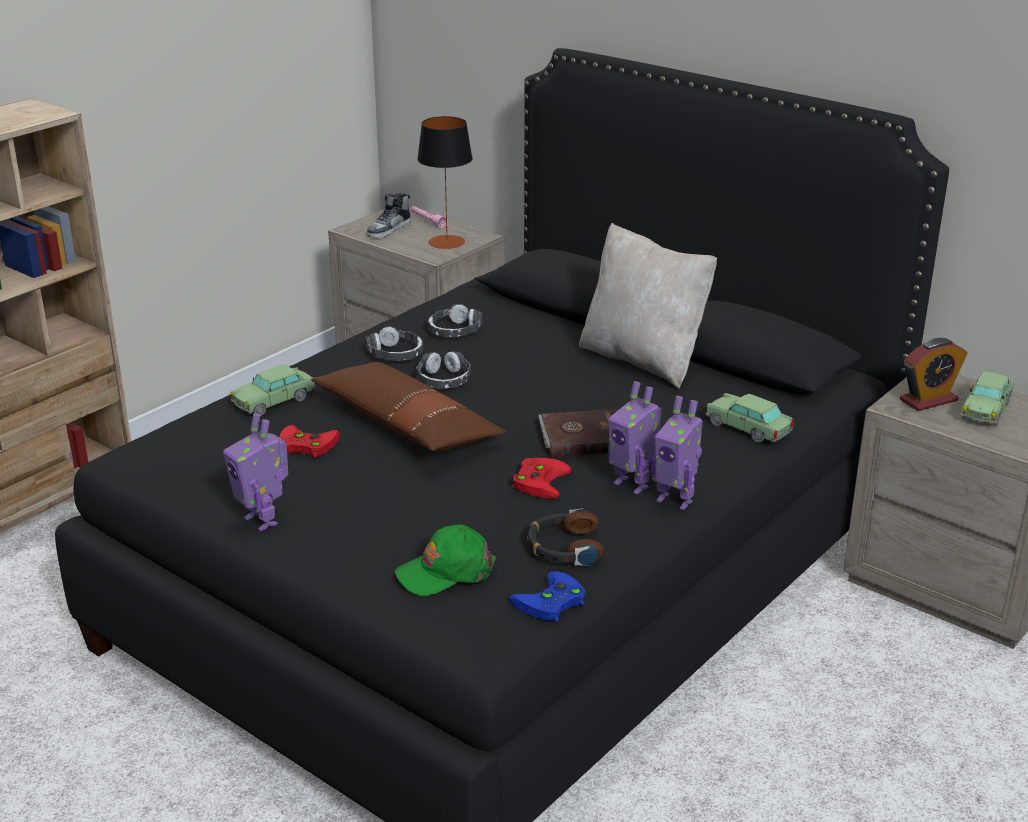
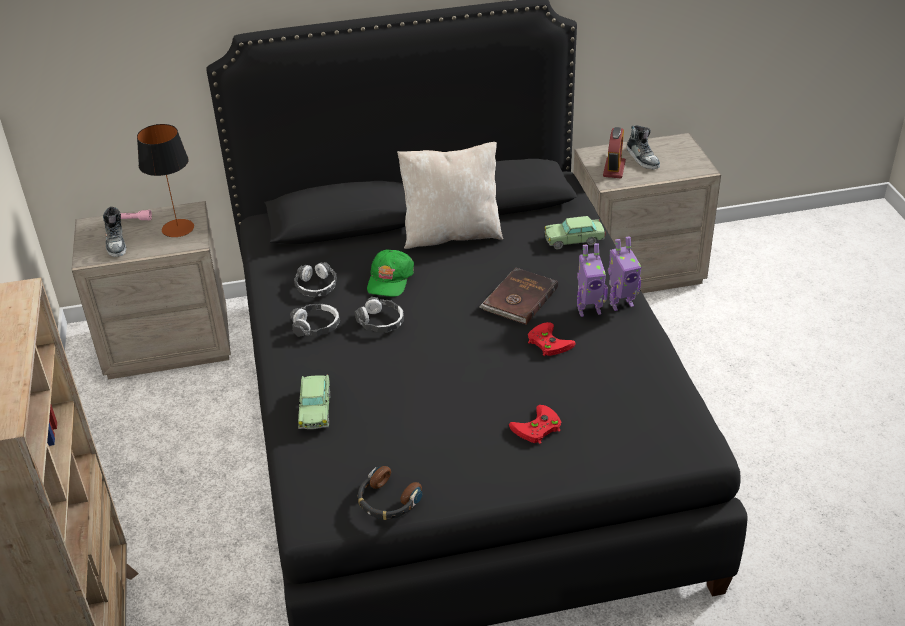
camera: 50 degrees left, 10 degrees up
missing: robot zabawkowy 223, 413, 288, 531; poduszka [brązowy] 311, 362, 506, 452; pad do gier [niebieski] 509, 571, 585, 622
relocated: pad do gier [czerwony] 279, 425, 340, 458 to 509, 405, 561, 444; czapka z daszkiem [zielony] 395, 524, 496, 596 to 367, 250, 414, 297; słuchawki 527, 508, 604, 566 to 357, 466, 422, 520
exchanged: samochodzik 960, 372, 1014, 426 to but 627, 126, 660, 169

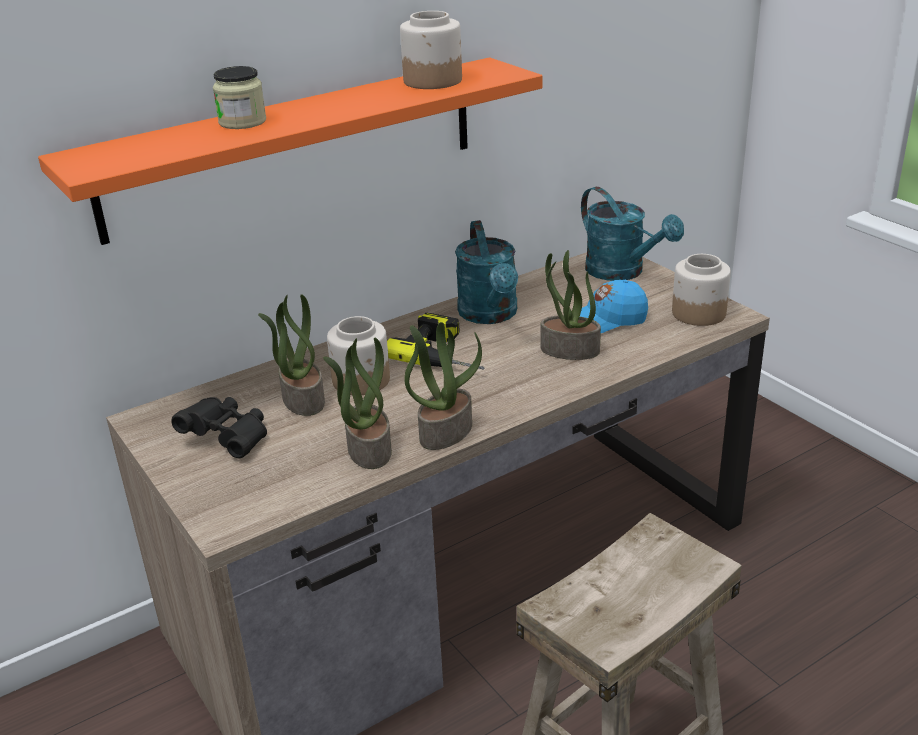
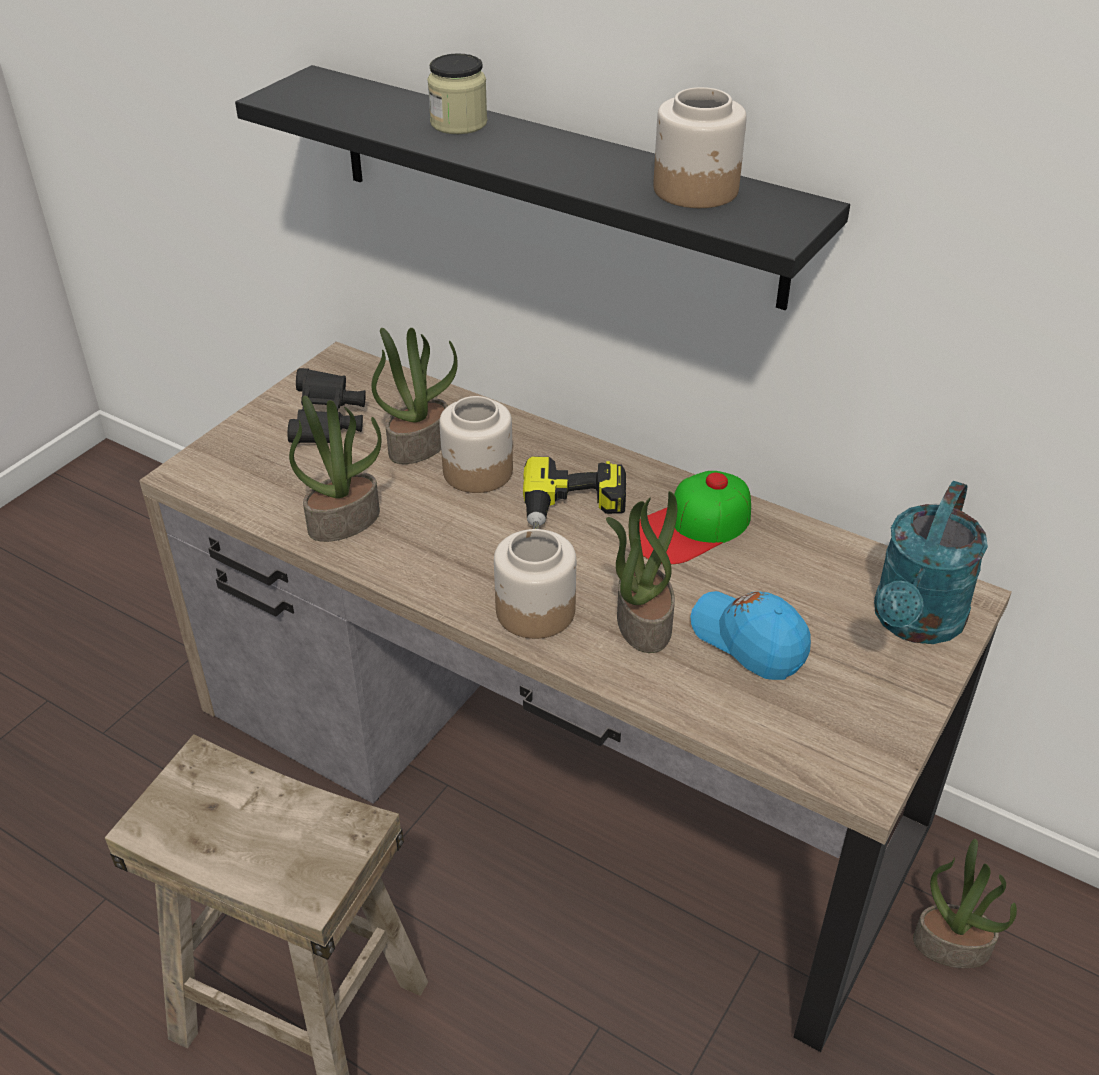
camera: 65 degrees right, 10 degrees up
relocated: roślina doniczkowa 404, 322, 482, 450 to 913, 839, 1017, 968; słoik 672, 254, 731, 326 to 494, 529, 576, 639
exchanged: konewka [turkusowy] 455, 220, 518, 324 to czapka z daszkiem 639, 471, 751, 564
colour: półka [pomarańczowy] 38, 57, 543, 245 to półka [czarny] 235, 65, 850, 310

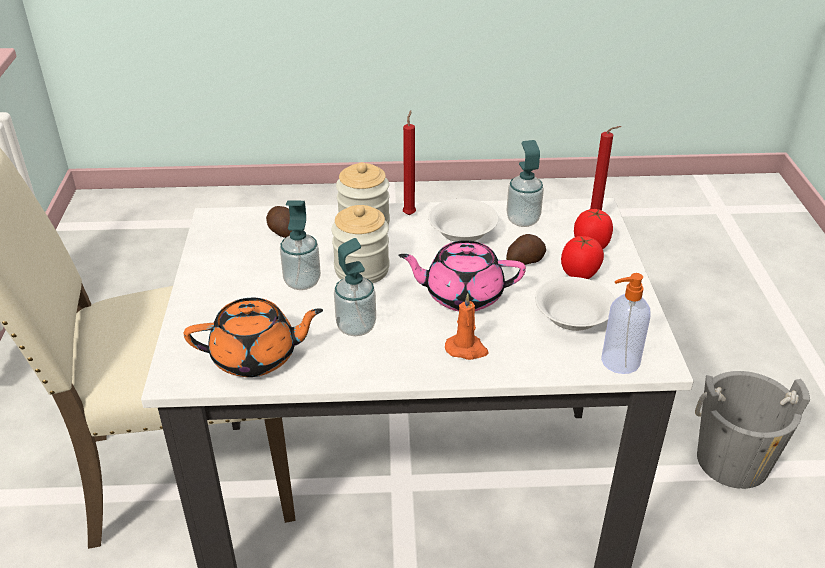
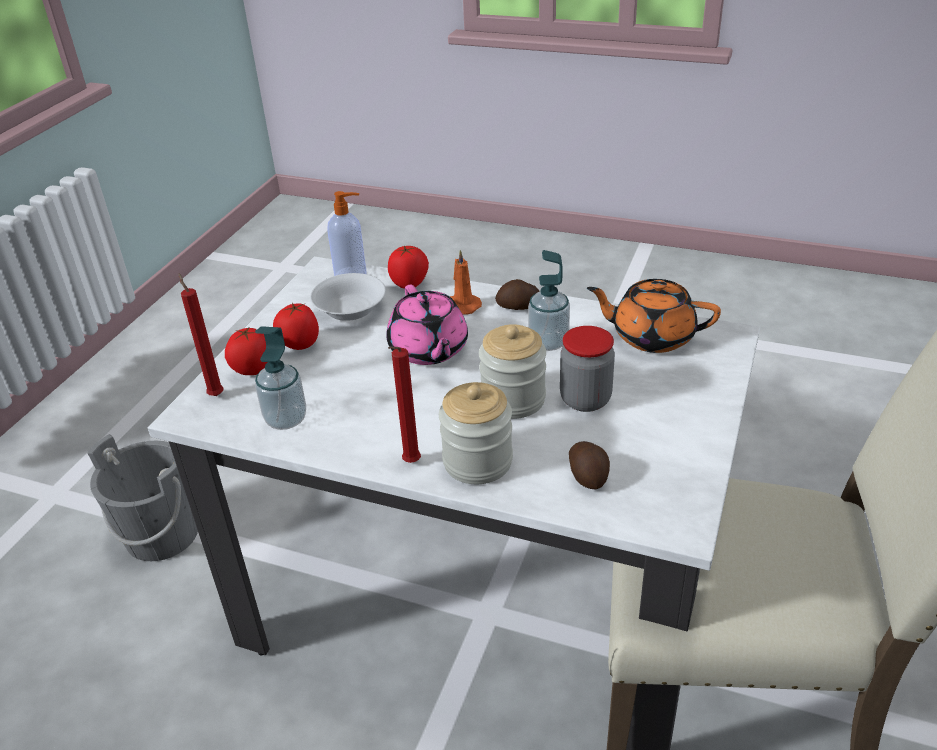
camera: 155 degrees left, 0 degrees up
missing: miska [biały] 428, 199, 499, 242
appeared: pomidor 388, 246, 429, 289
relocated: ziemniak 506, 234, 546, 265 to 495, 279, 540, 310
exchanged: dozownik mydła 280, 200, 321, 290 to słoik 560, 326, 615, 412
spun: imbryk [różowy] 398, 240, 526, 311 = 386, 285, 468, 365 45 degrees clockwise

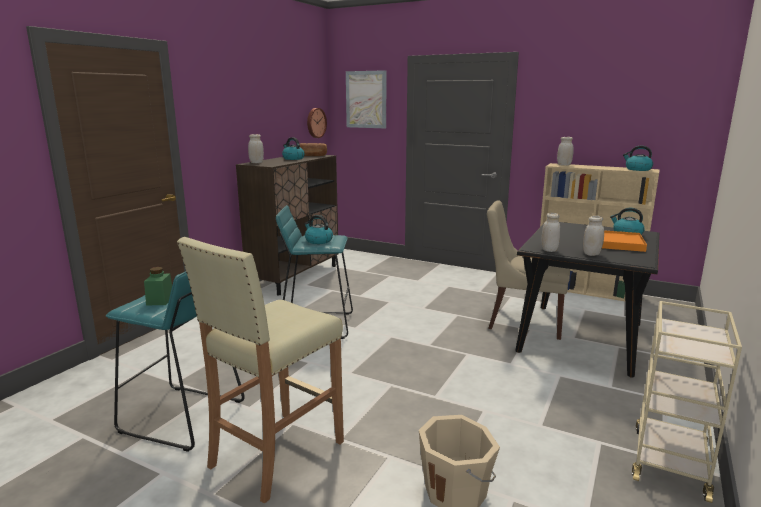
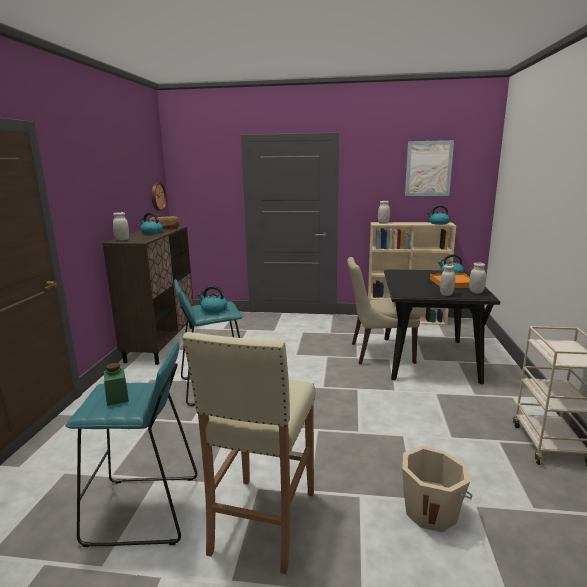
camera: 20 degrees left, 0 degrees up
relocated: obraz 346, 70, 386, 128 to 405, 140, 454, 196; słoik [biały] 541, 213, 560, 252 to 469, 262, 486, 293

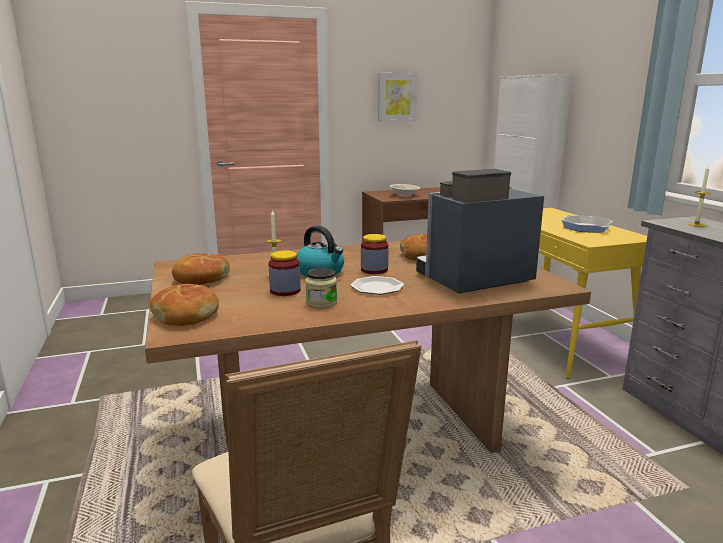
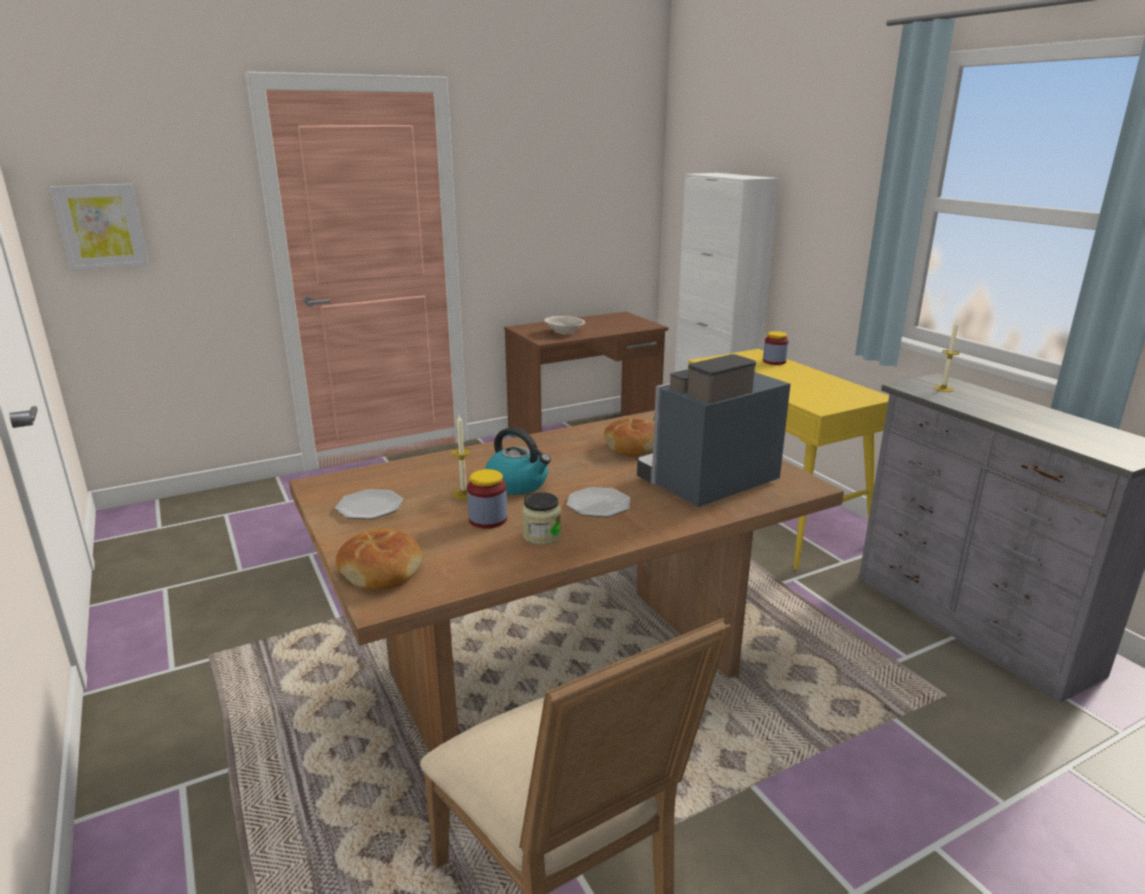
camera: 10 degrees left, 5 degrees up
missing: patelnia 561, 215, 613, 233
relocated: słoik 361, 234, 388, 274 to 763, 331, 788, 365; obraz 378, 73, 418, 122 to 50, 184, 149, 271
exchanged: chleb 172, 253, 230, 285 to talerz 335, 489, 403, 519

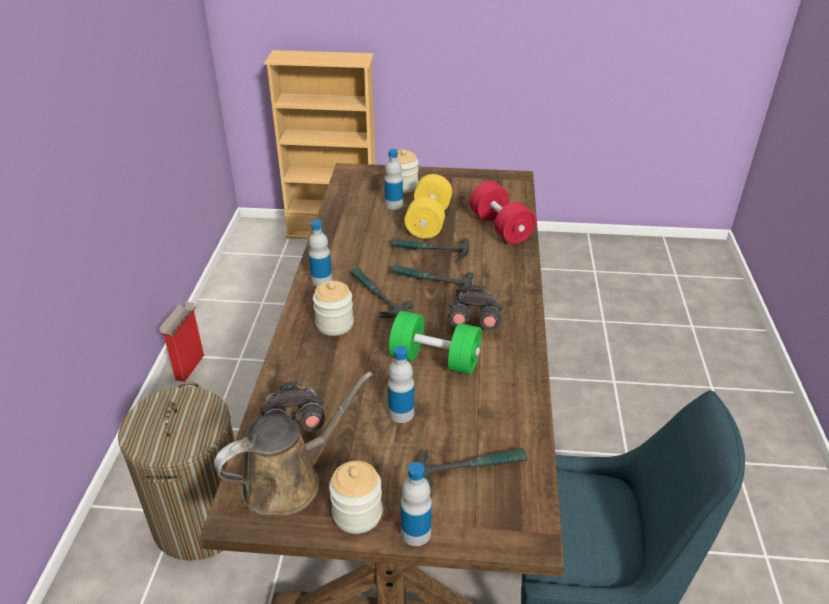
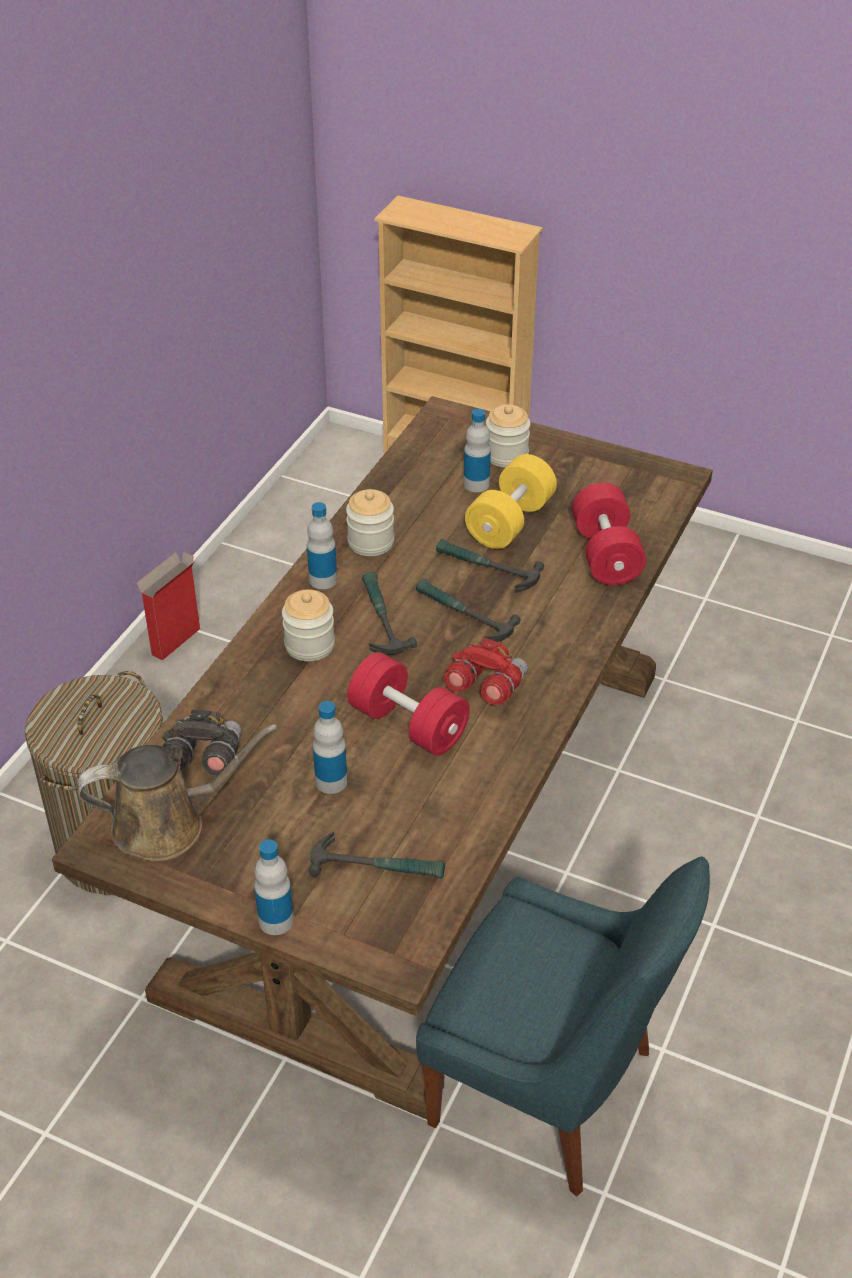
camera: 20 degrees right, 5 degrees up
relocated: słoik 329, 461, 382, 534 to 346, 489, 394, 556
colour: hantel [zielony] 389, 311, 482, 375 to hantel [czerwony] 347, 652, 470, 756; lornetka [szary] 448, 285, 503, 331 to lornetka [czerwony] 444, 638, 528, 705

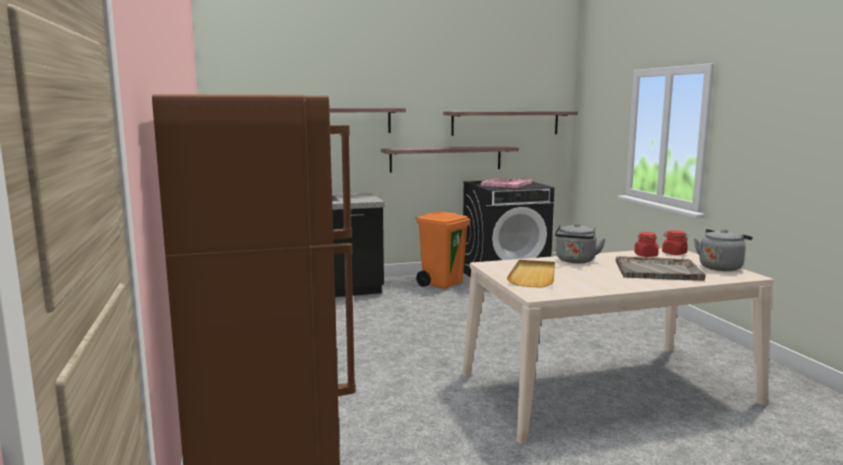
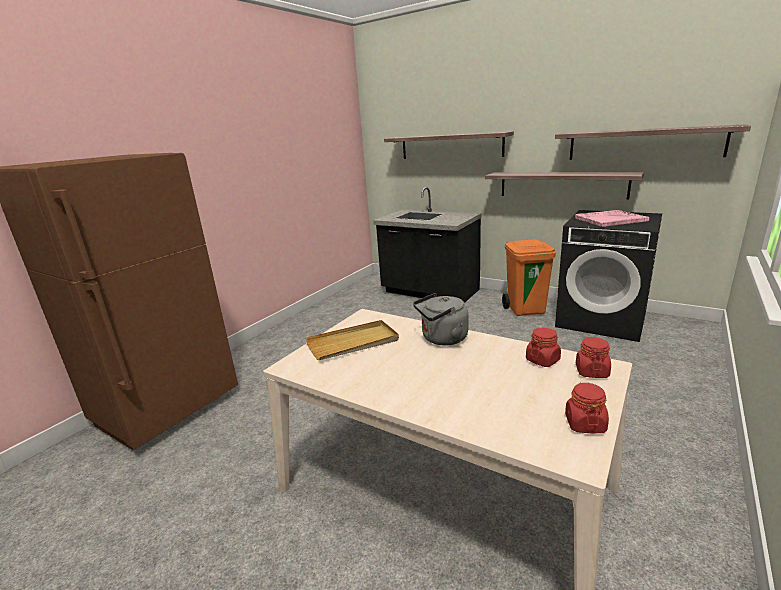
camera: 50 degrees right, 10 degrees up
missing: taca [szary] 616, 256, 706, 281
exchanged: czajnik [szary] 694, 229, 753, 271 to słoik [czerwony] 565, 382, 609, 433

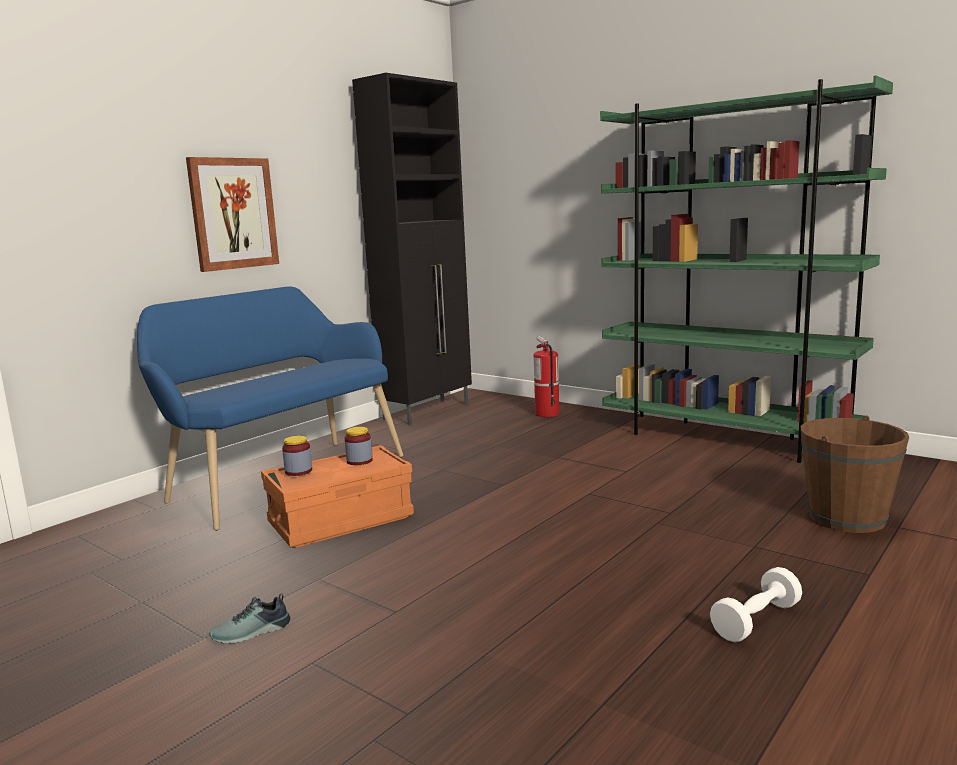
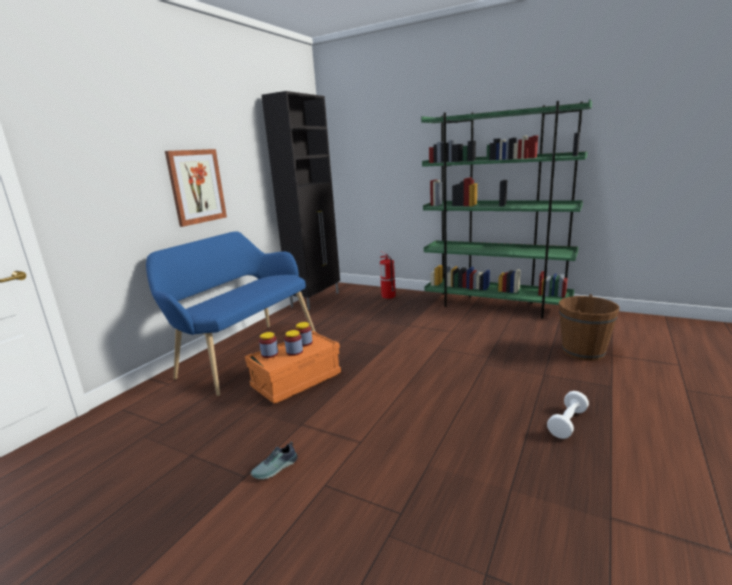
camera: 10 degrees left, 5 degrees up
appeared: słoik 284, 330, 303, 356

